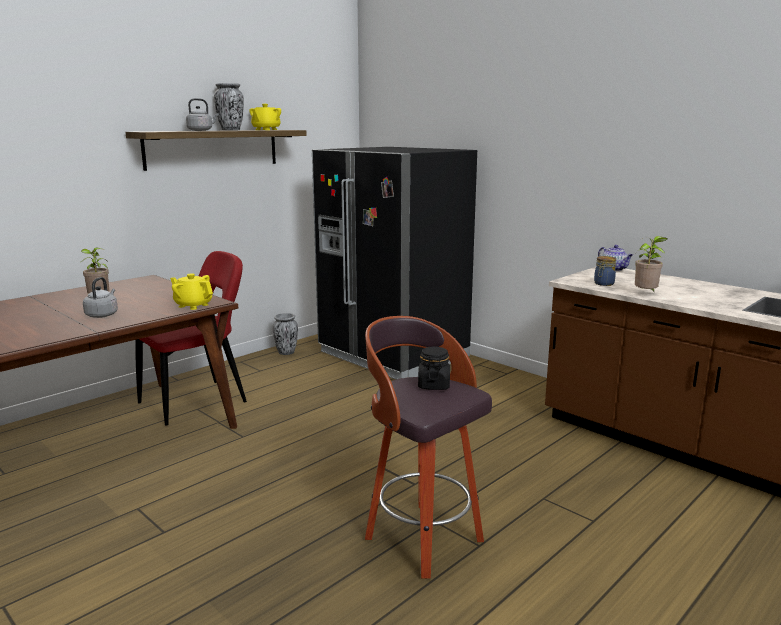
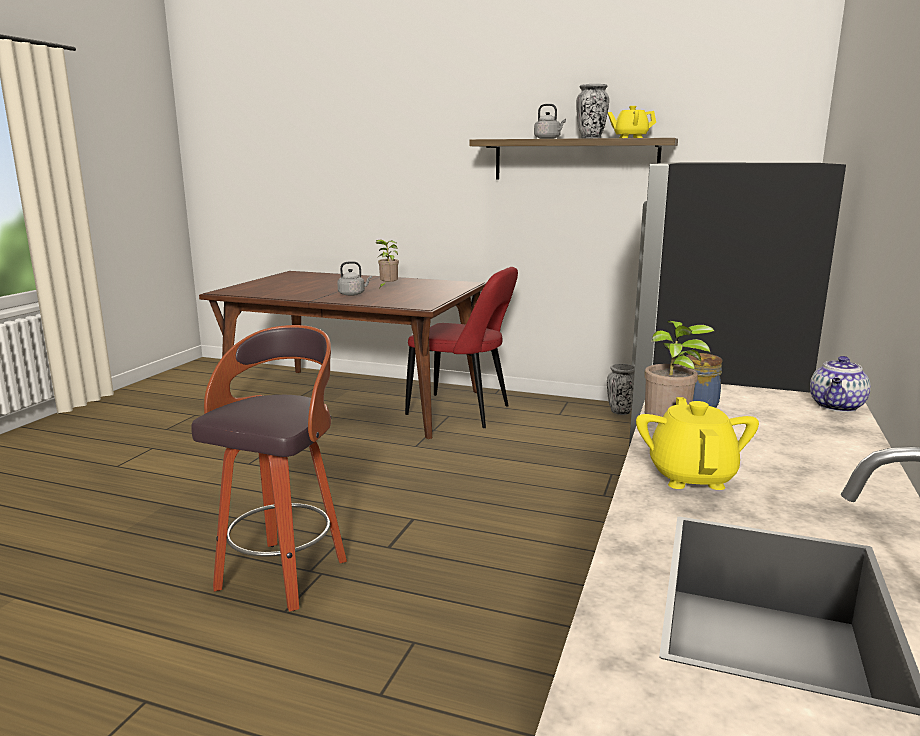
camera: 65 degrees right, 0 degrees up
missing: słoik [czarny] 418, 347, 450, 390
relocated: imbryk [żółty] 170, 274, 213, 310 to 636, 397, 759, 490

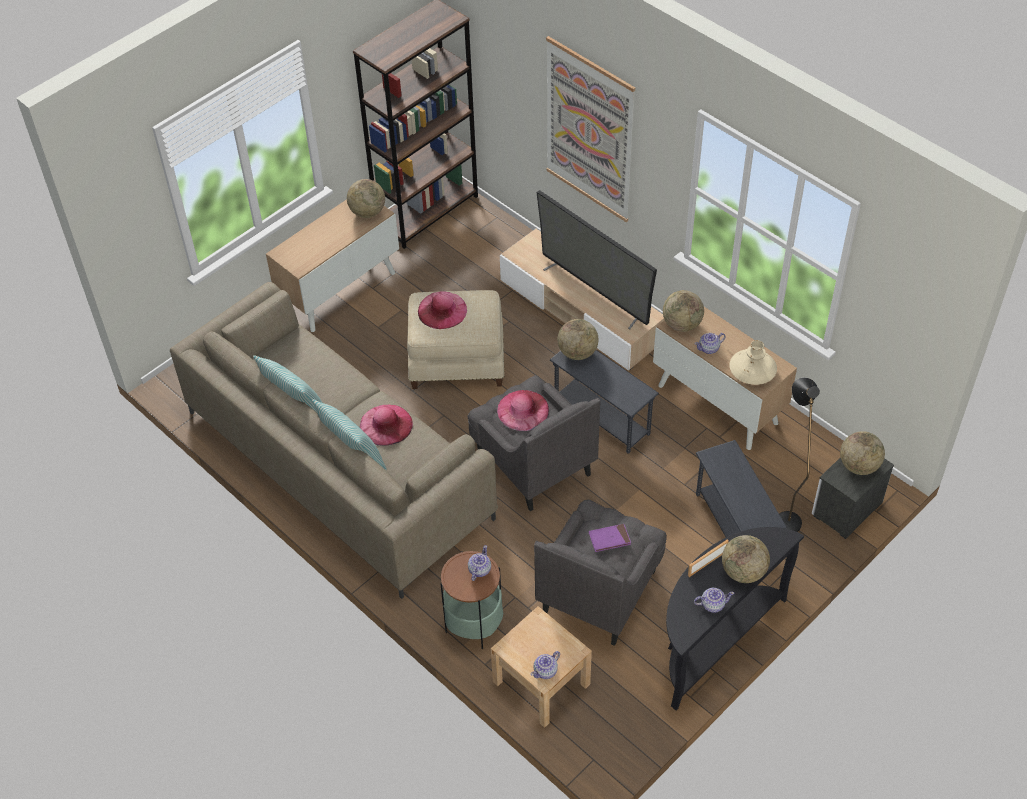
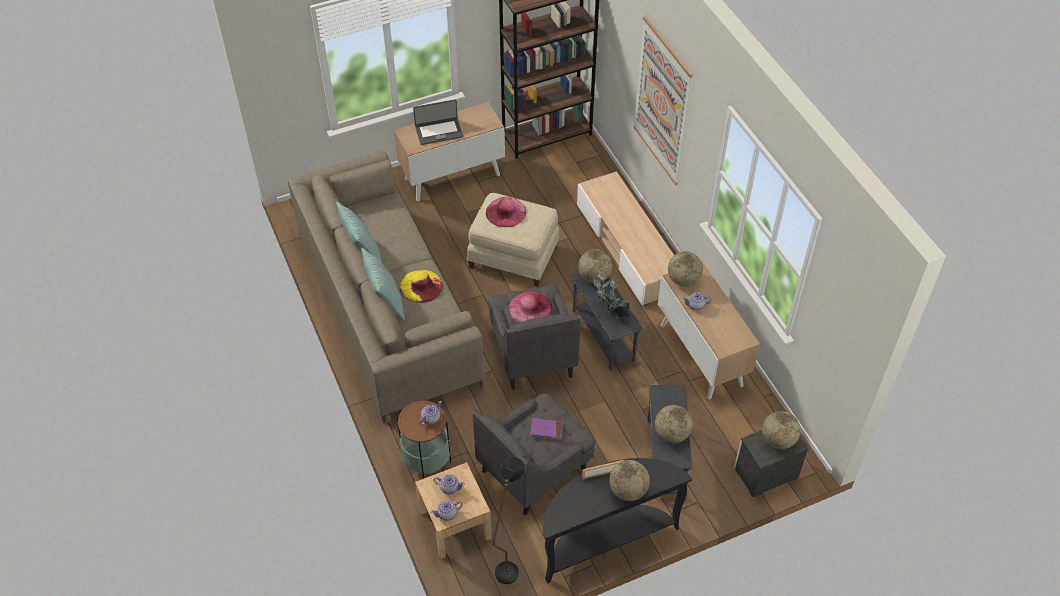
camera: 20 degrees right, 0 degrees up
missing: telewizor 536, 190, 657, 330; wazon [beżowy] 729, 340, 777, 385
appeared: laptop 413, 99, 463, 145; roślina doniczkowa 593, 270, 630, 318
relocated: globus 347, 179, 385, 218 to 655, 405, 693, 443; imbryk 694, 588, 734, 613 to 433, 474, 465, 494; lampa stojąca [czarny] 779, 377, 820, 532 to 493, 456, 525, 584
colour: kapelusz [różowy] 360, 404, 413, 446 to kapelusz [żółty] 400, 270, 443, 303

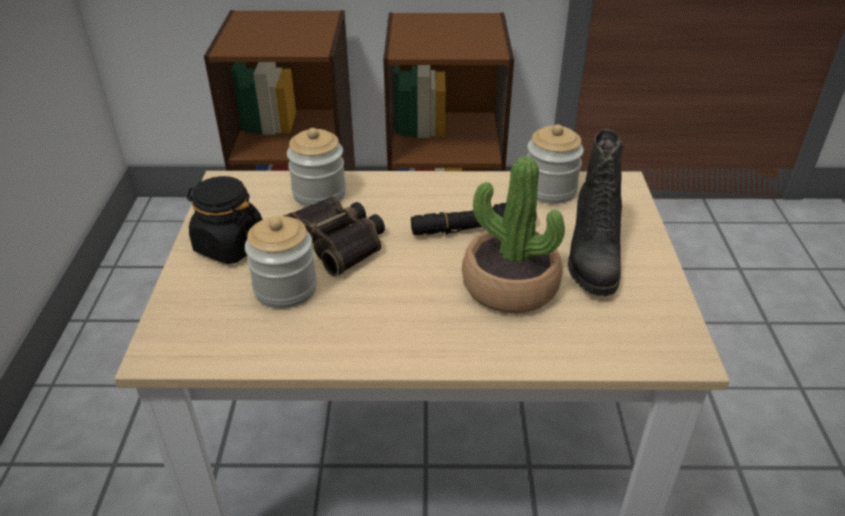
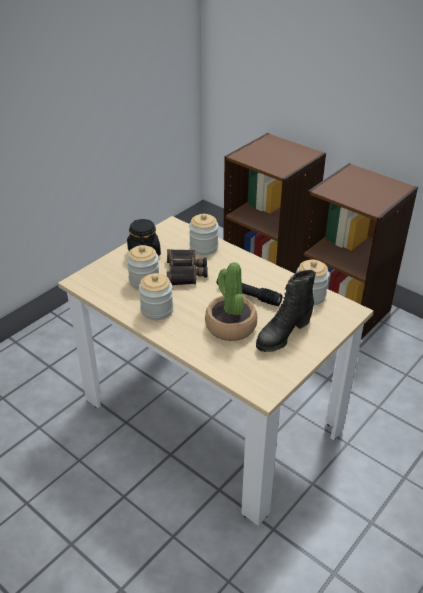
camera: 40 degrees right, 0 degrees up
appeared: słoik 139, 273, 173, 320

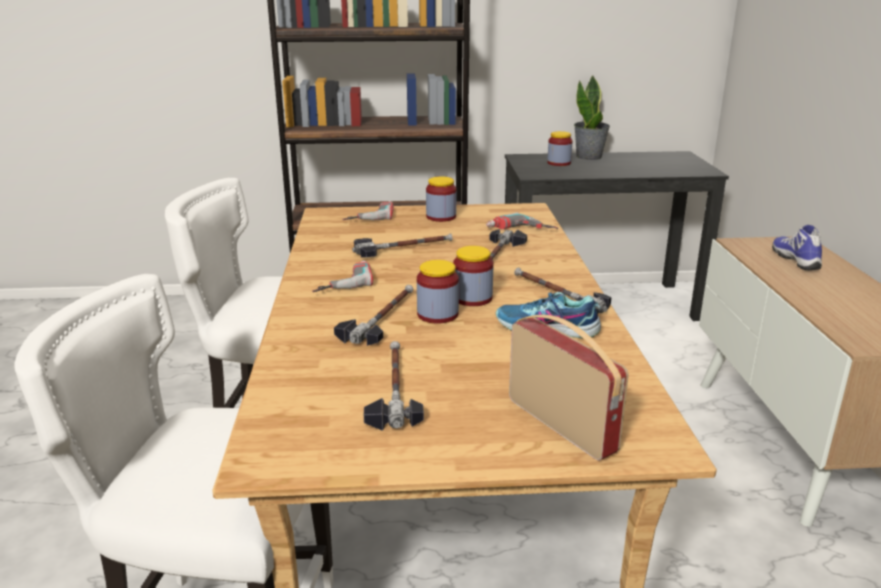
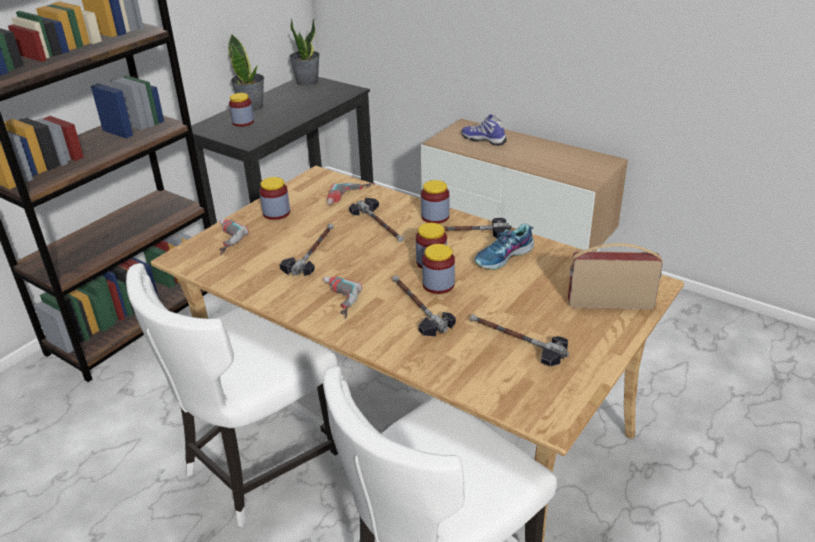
camera: 50 degrees left, 10 degrees up
appeared: roślina doniczkowa 289, 18, 320, 86; słoik 421, 180, 449, 224

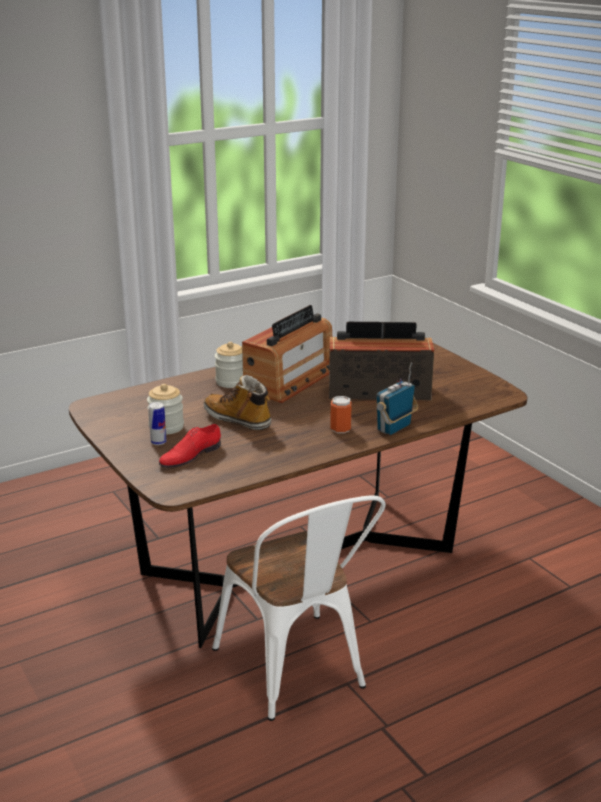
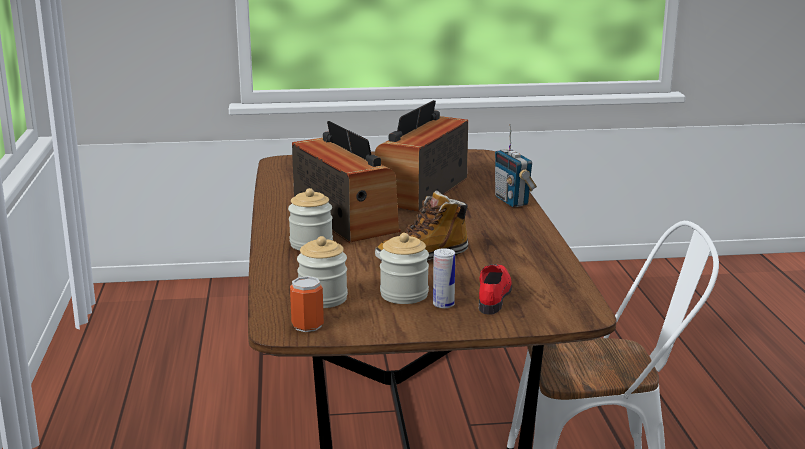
camera: 65 degrees left, 5 degrees down
appeared: słoik 297, 236, 348, 308
relocated: puszka 330, 396, 352, 433 to 290, 276, 324, 332
spun: but [czerwony] 159, 424, 221, 467 = 479, 264, 512, 315 150 degrees counterclockwise

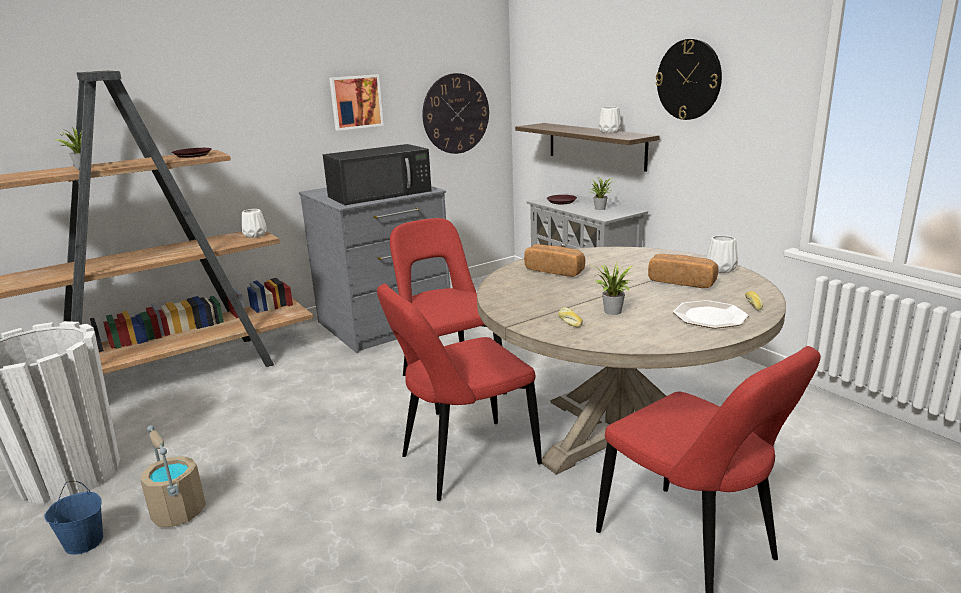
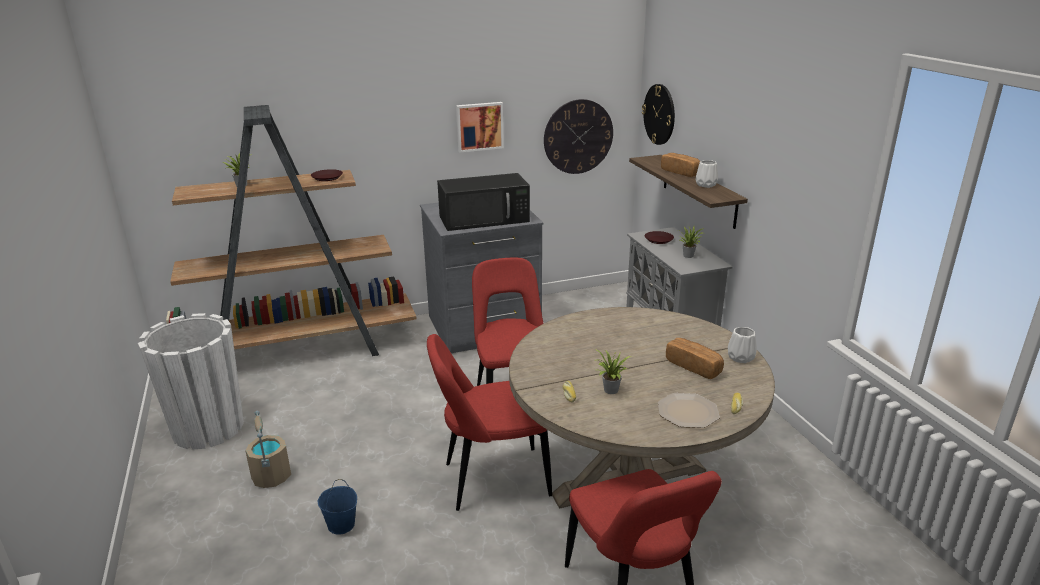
camera: 15 degrees right, 5 degrees up
missing: wazon [biały] 242, 209, 267, 238
relocated: wiadro [niebieski] 44, 481, 103, 555 to 318, 479, 357, 535; chleb 524, 244, 585, 277 to 661, 153, 701, 177; zegar ścienny 656, 39, 722, 120 to 642, 84, 675, 145

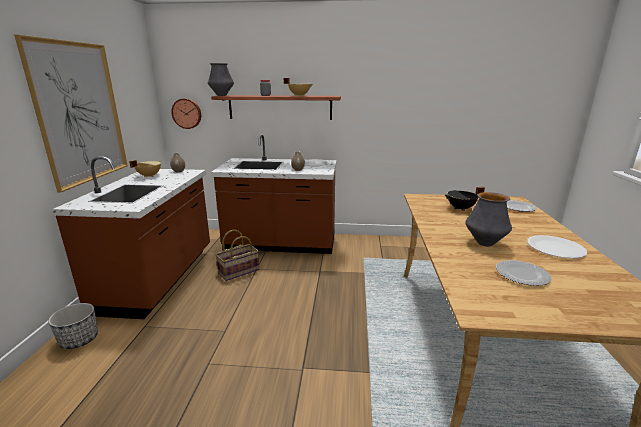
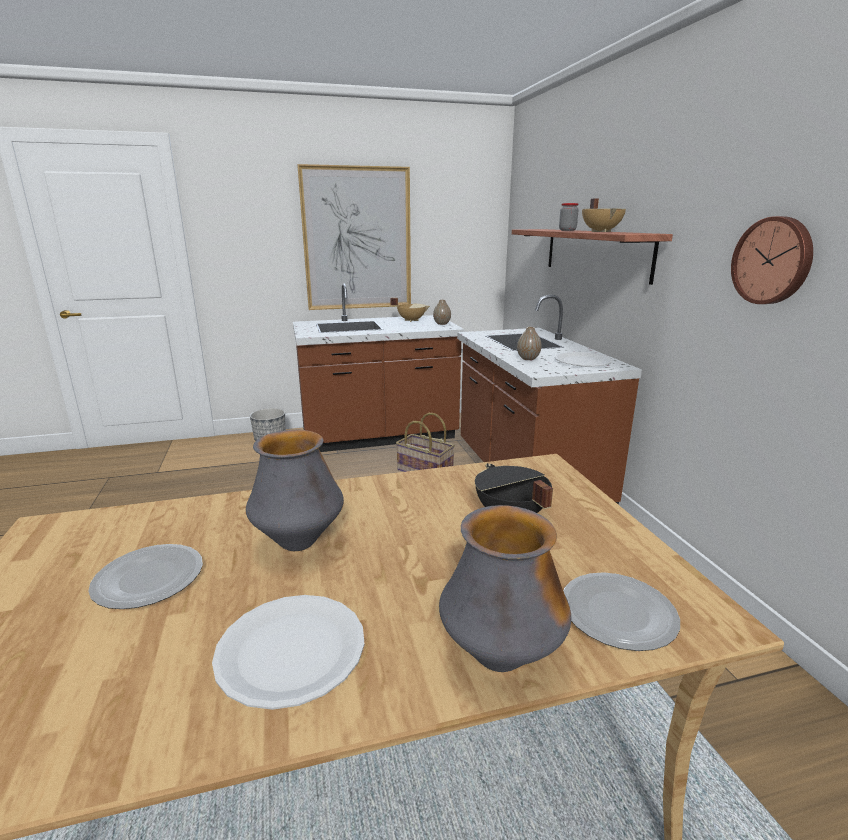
camera: 70 degrees right, 0 degrees up
relocated: zegar ścienny 171, 98, 201, 129 to 731, 216, 813, 304; wazon 208, 63, 234, 96 to 439, 505, 572, 672

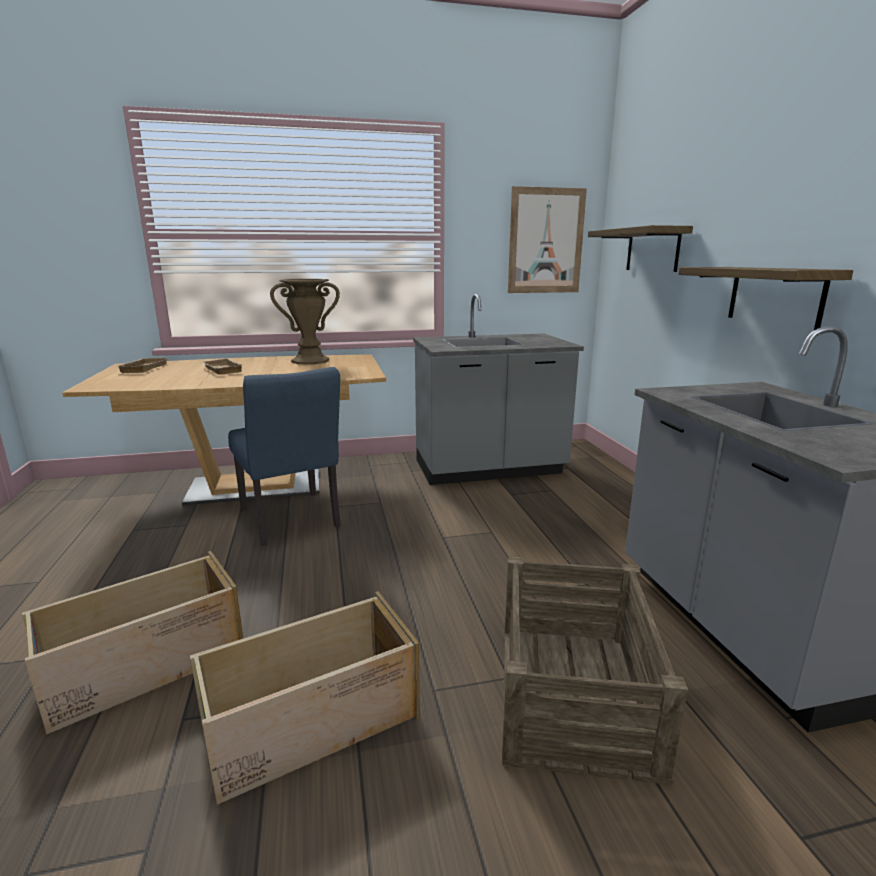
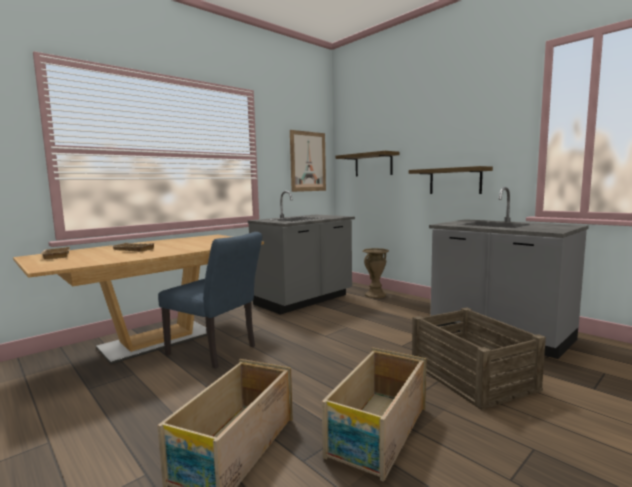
camera: 30 degrees left, 10 degrees down
relocated: wazon [brązowy] 270, 279, 340, 365 to 362, 248, 389, 298

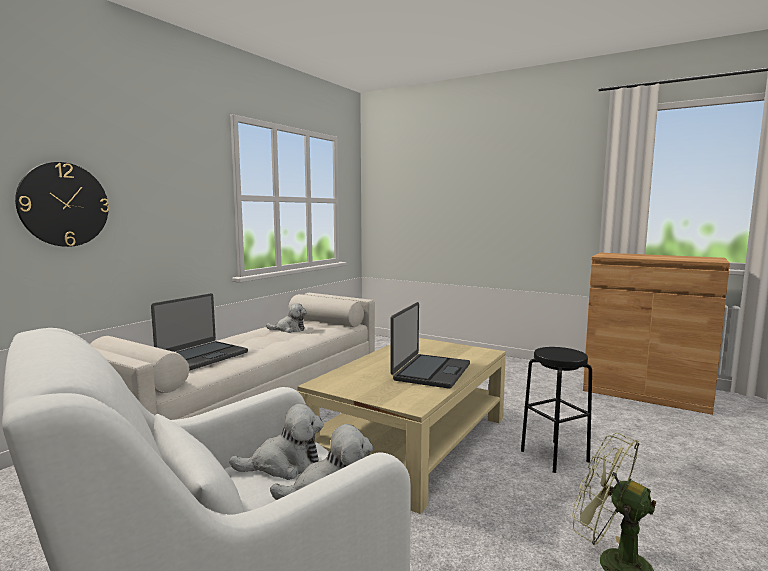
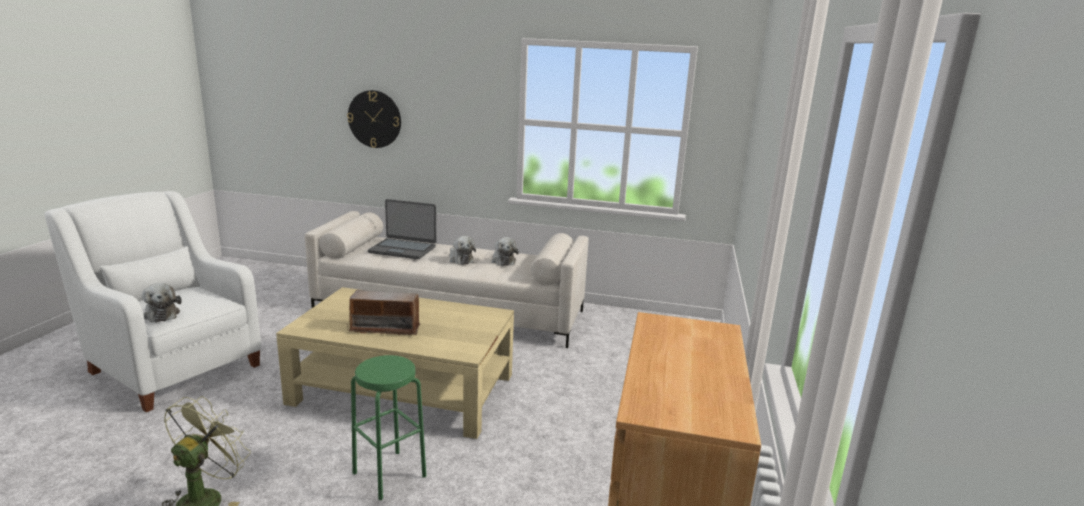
camera: 70 degrees right, 10 degrees up
relocated: pluszak 229, 404, 324, 480 to 449, 236, 476, 265
exchanged: laptop 390, 302, 470, 389 to radio 346, 290, 422, 335
colour: stołek [czarny] 521, 347, 592, 473 to stołek [zielony] 351, 355, 426, 500

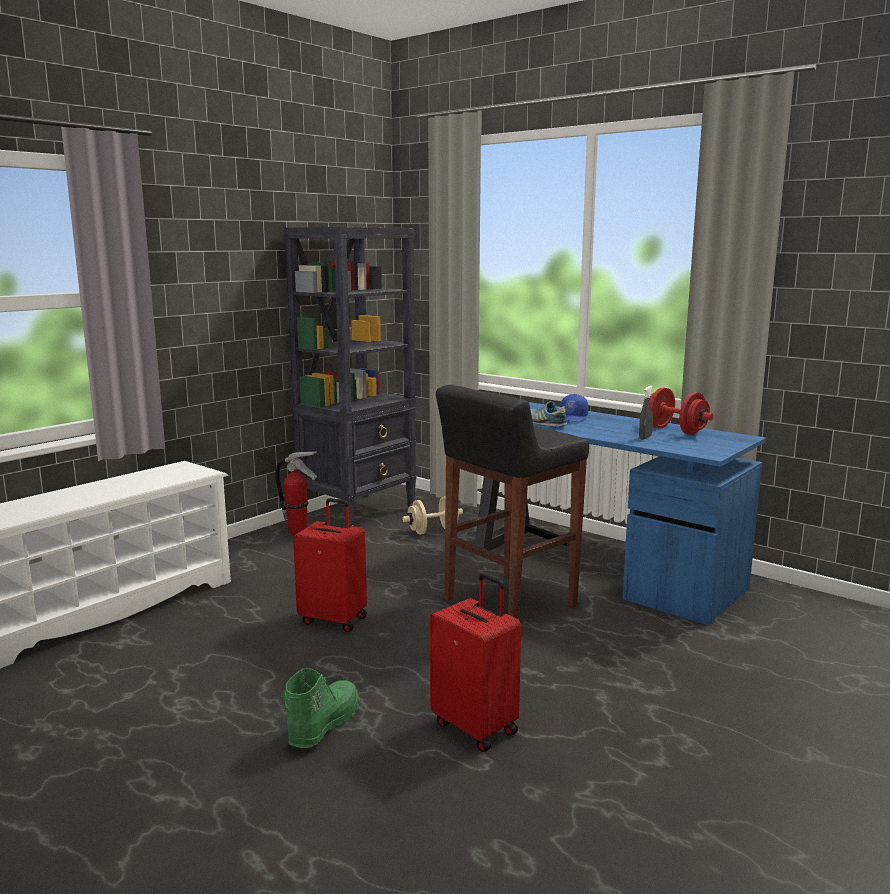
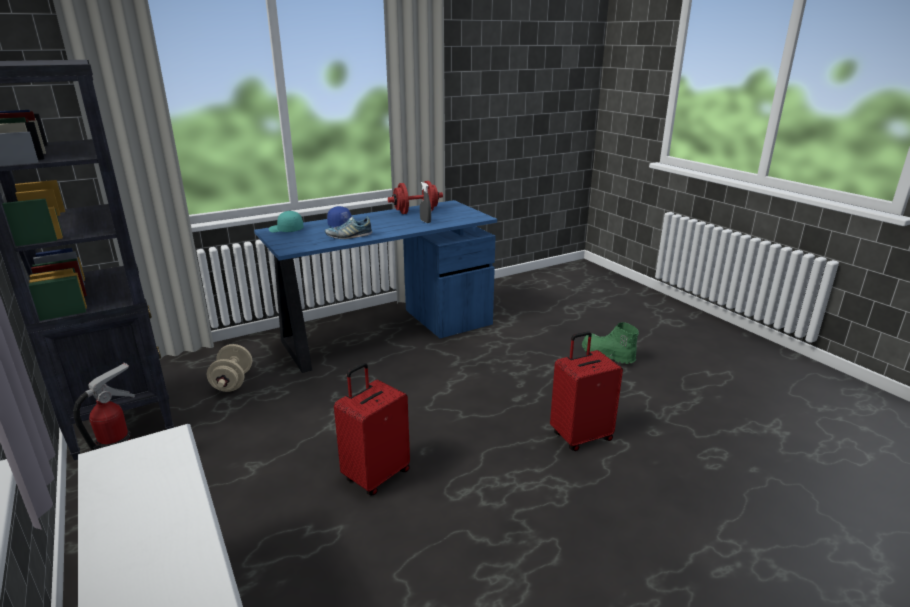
camera: 70 degrees left, 10 degrees up
missing: stołek [czarny] 436, 385, 589, 620
appeared: czapka z daszkiem [turkusowy] 269, 211, 304, 232
relocated: but z cholewką [zielony] 281, 668, 360, 748 to 582, 322, 639, 364

